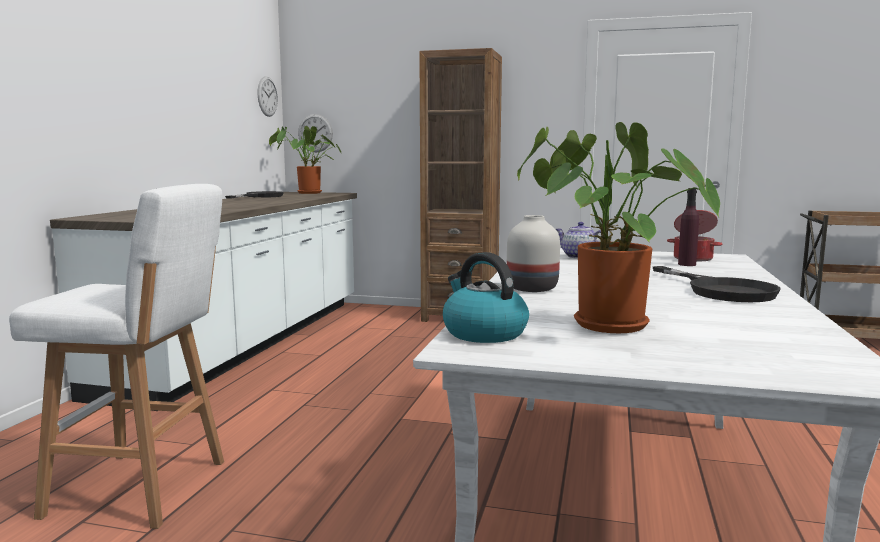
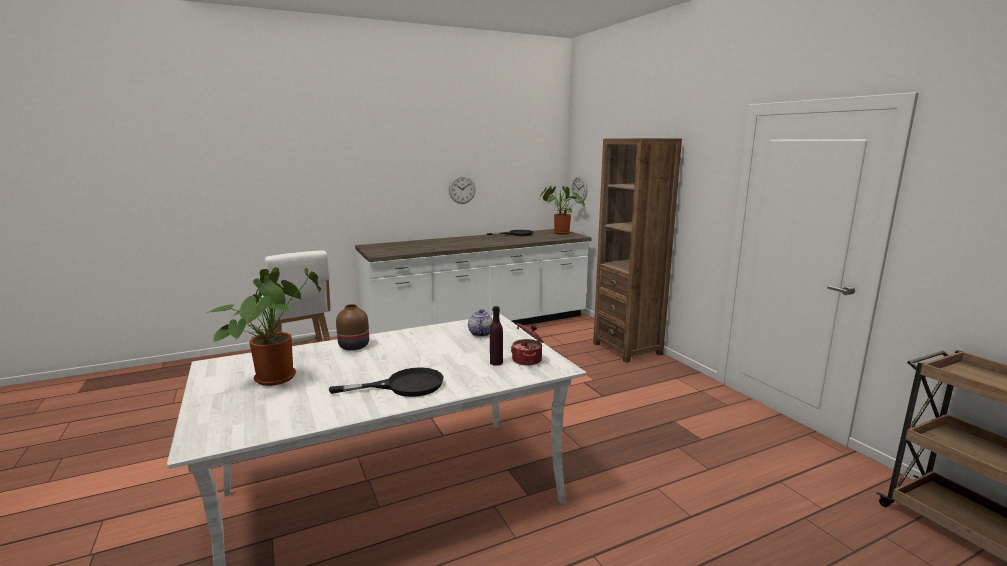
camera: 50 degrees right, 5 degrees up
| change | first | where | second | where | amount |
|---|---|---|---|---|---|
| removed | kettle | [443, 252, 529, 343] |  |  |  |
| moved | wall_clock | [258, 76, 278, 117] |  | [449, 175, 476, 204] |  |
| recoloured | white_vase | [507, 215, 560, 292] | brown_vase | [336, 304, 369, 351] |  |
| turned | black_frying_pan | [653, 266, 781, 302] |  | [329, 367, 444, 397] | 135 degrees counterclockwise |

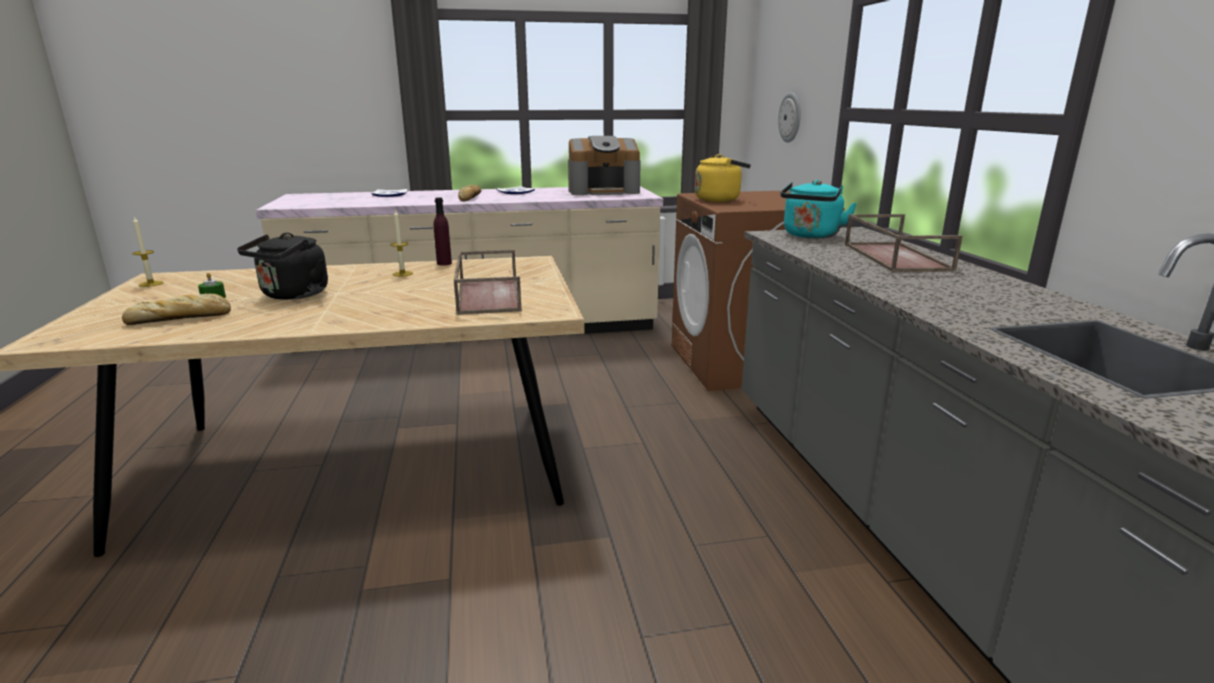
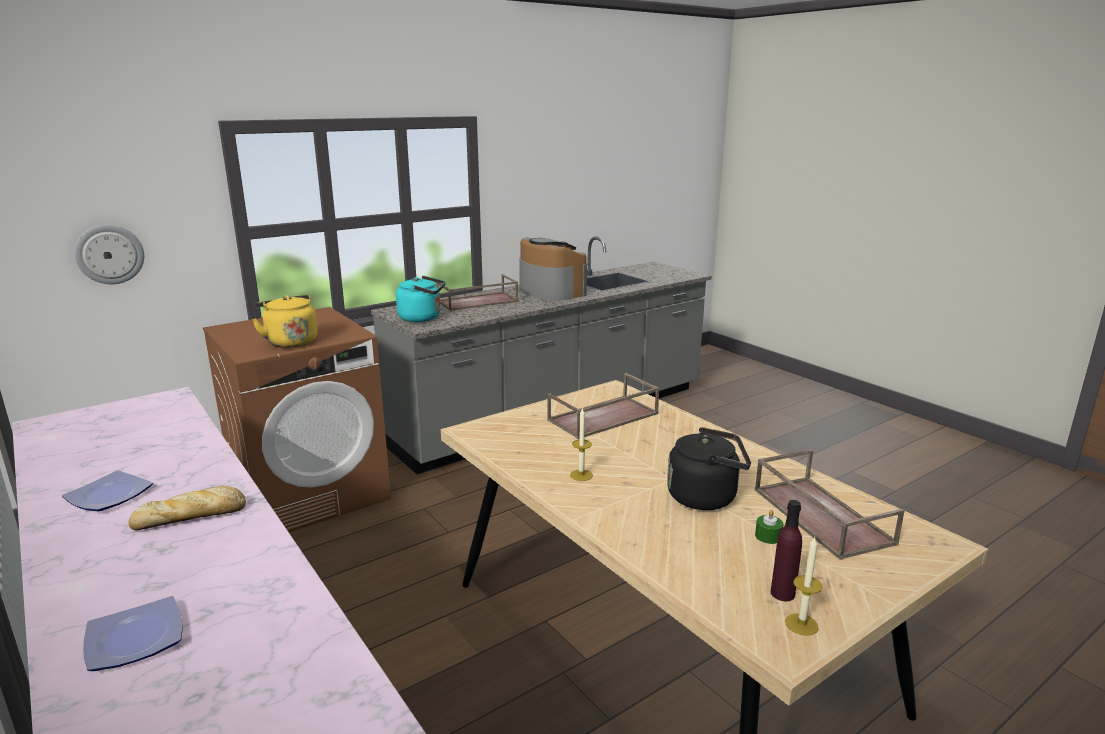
camera: 115 degrees left, 0 degrees up
| change | first | where | second | where | amount |
|---|---|---|---|---|---|
| moved | purple_bottle | [434, 197, 452, 266] |  | [771, 500, 802, 601] |  |
| moved | coffee_machine | [568, 136, 641, 195] |  | [519, 237, 587, 301] |  |
| replaced | bread | [122, 294, 231, 325] | brown_tray | [755, 449, 905, 560] |  |

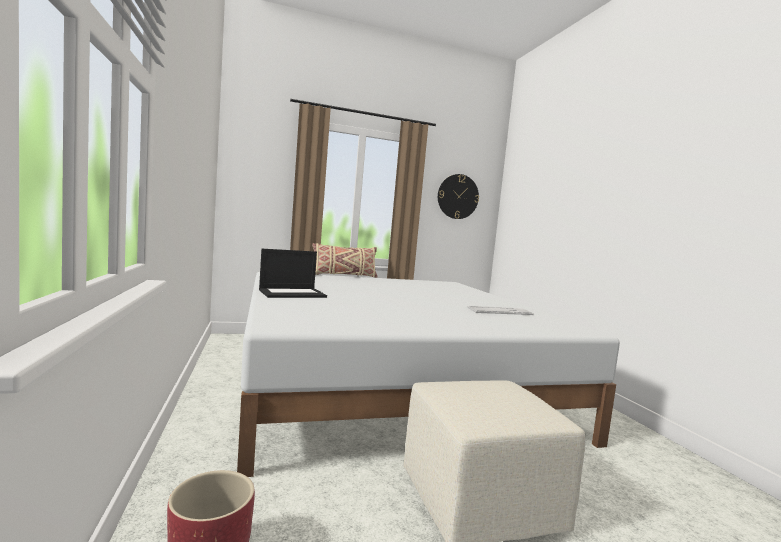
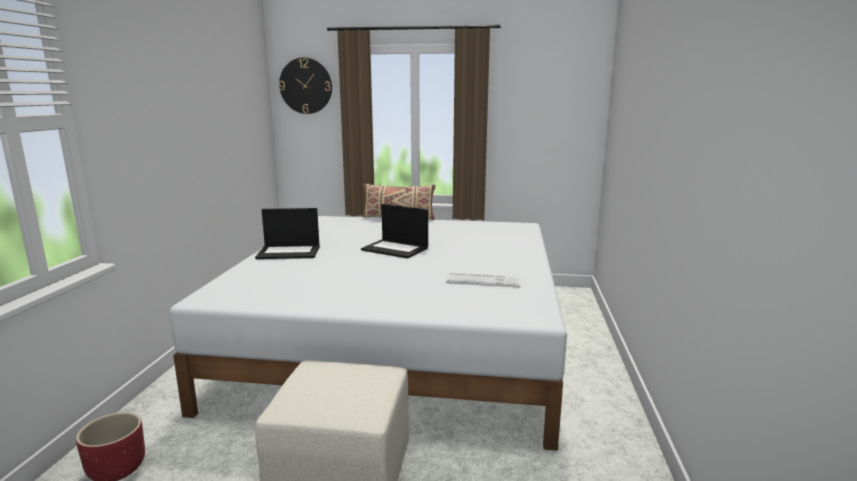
camera: 25 degrees right, 10 degrees up
| change | first | where | second | where | amount |
|---|---|---|---|---|---|
| added |  |  | laptop | [361, 204, 428, 258] |  |
| moved | wall_clock | [438, 174, 479, 219] |  | [279, 57, 332, 114] |  |

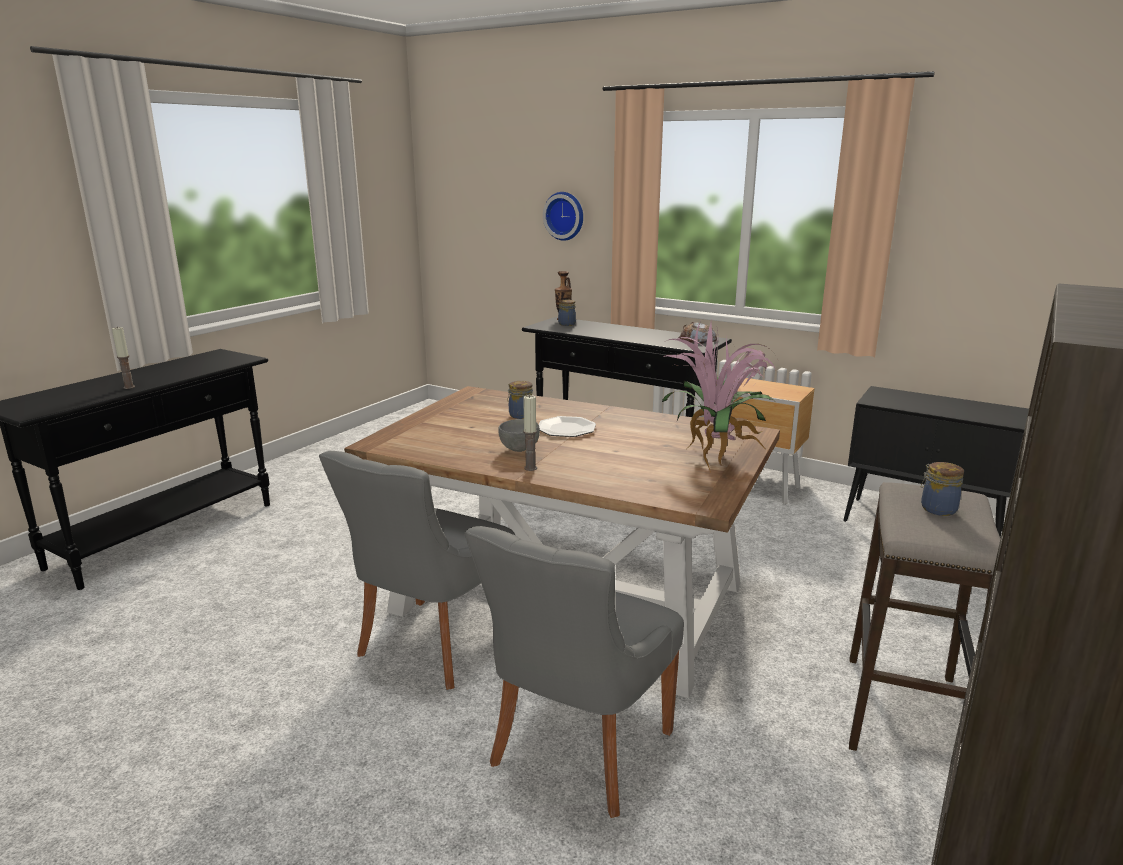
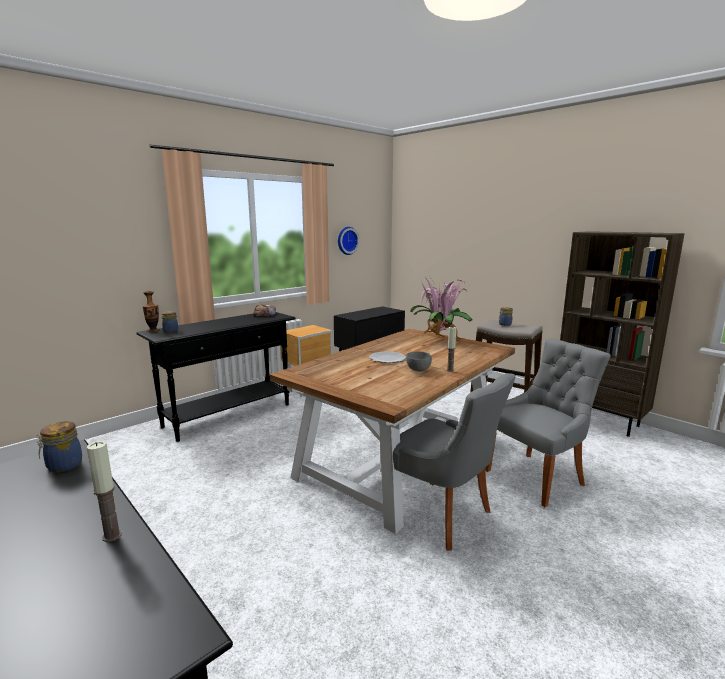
camera: 75 degrees left, 5 degrees down
| change | first | where | second | where | amount |
|---|---|---|---|---|---|
| moved | jar | [508, 381, 533, 419] |  | [36, 421, 82, 472] |  |
| moved | wall_clock | [543, 192, 583, 241] |  | [338, 227, 359, 255] |  |
| turned | grey_chair | [464, 526, 684, 818] |  | [485, 338, 611, 507] | 75 degrees counterclockwise |

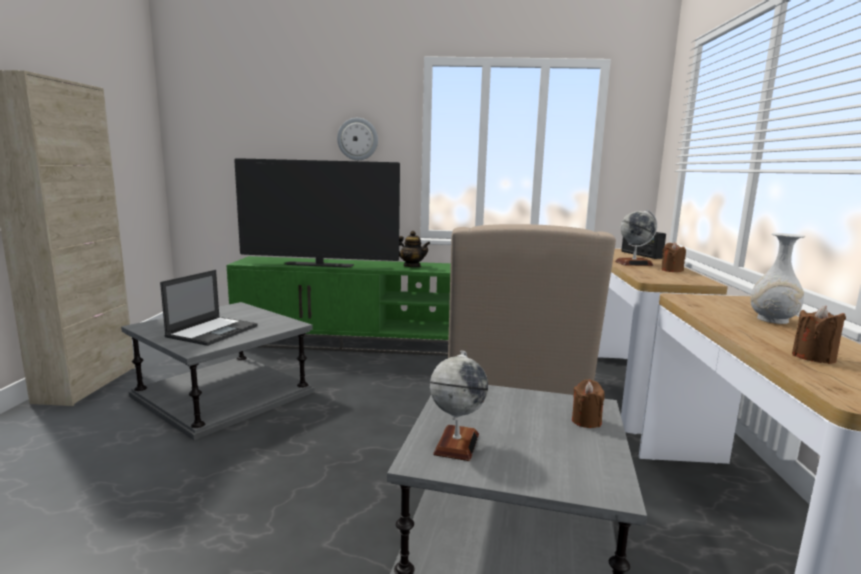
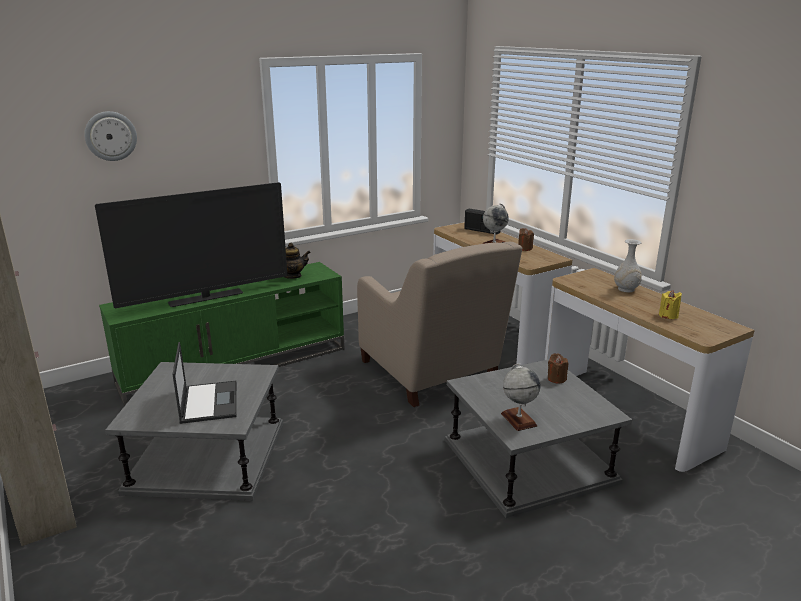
camera: 35 degrees left, 10 degrees up
| change | first | where | second | where | amount |
|---|---|---|---|---|---|
| moved | wall_clock | [337, 118, 378, 160] |  | [84, 111, 137, 161] |  |
| recoloured | brown_candle | [792, 306, 846, 364] | yellow_candle | [659, 290, 682, 319] |  |

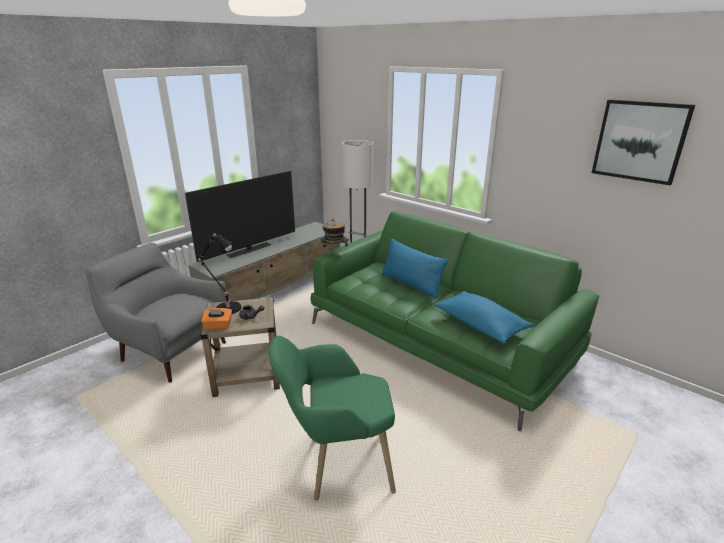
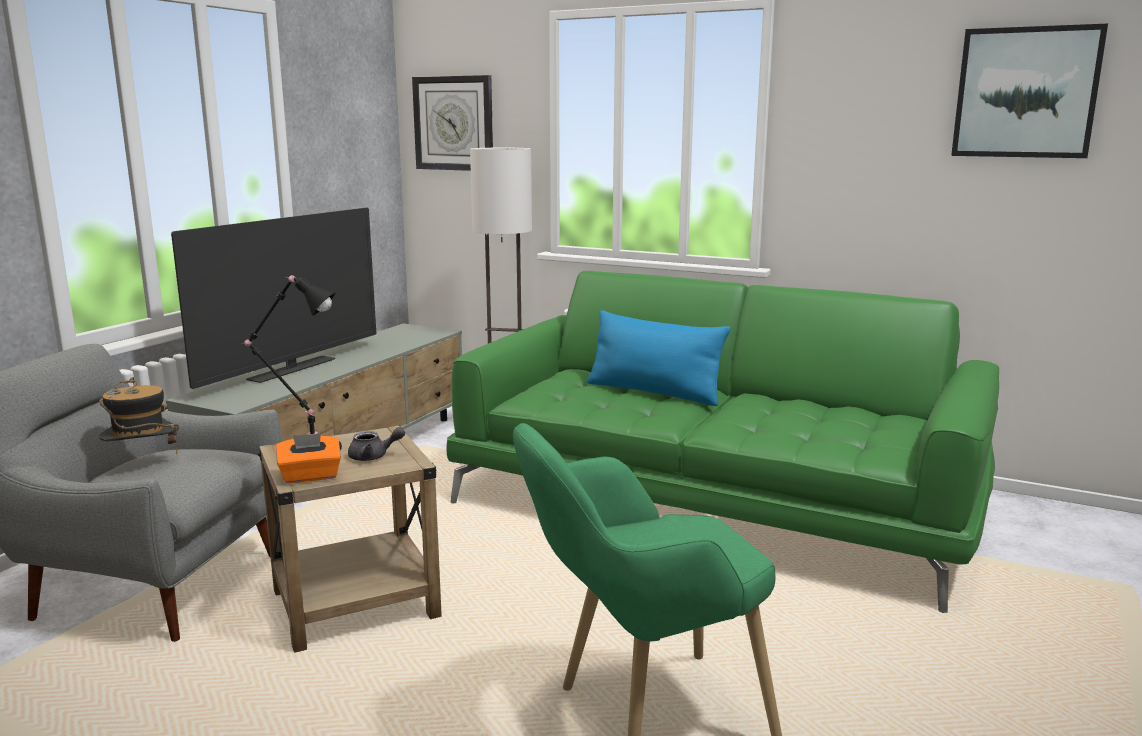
camera: 15 degrees left, 10 degrees down
| change | first | where | second | where | amount |
|---|---|---|---|---|---|
| removed | blue_pillow | [434, 291, 534, 344] |  |  |  |
| added |  |  | wall_clock | [412, 75, 493, 171] |  |
| moved | hat | [321, 219, 349, 250] |  | [99, 377, 179, 453] |  |

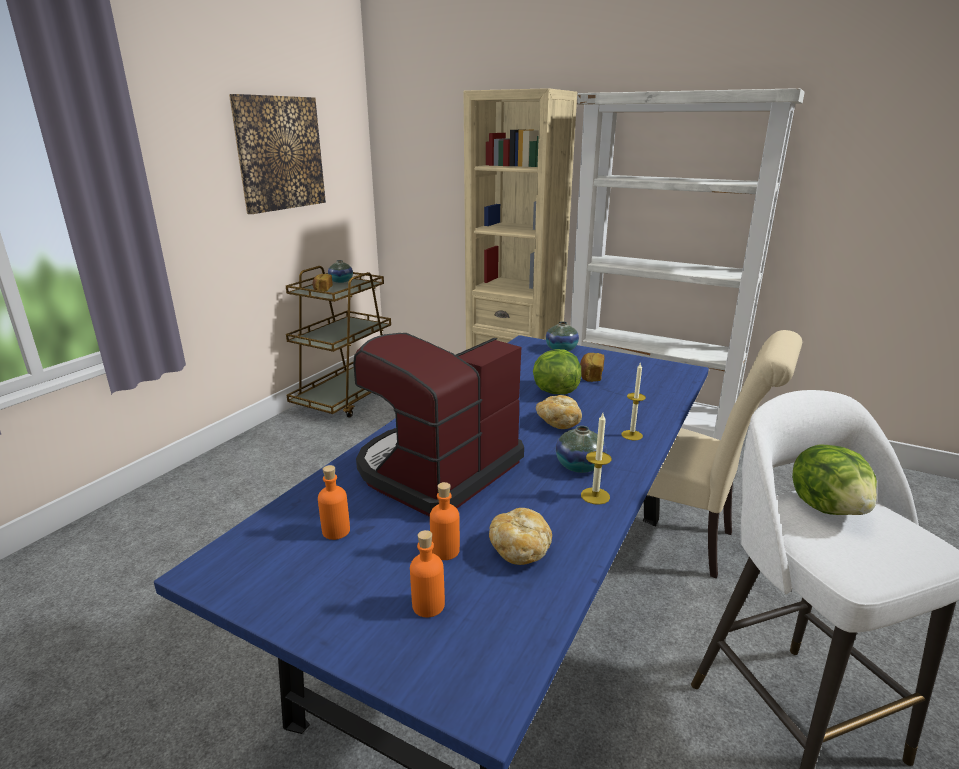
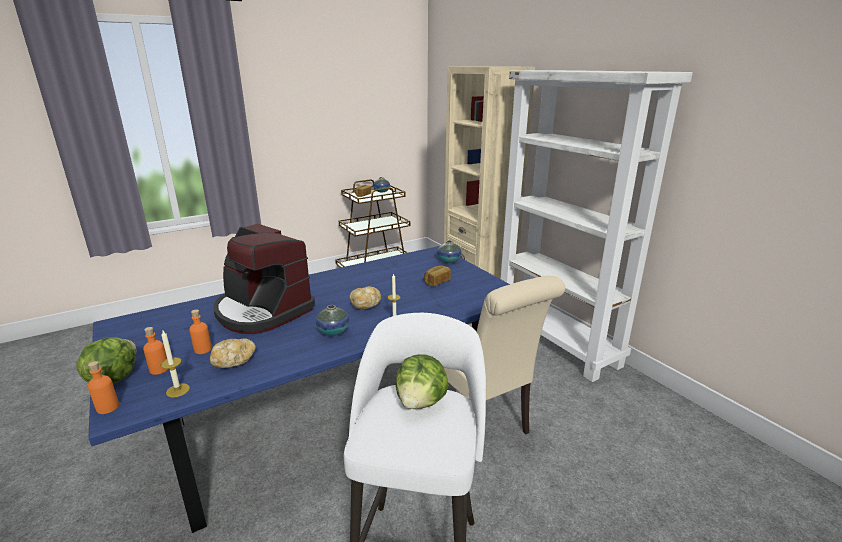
camera: 30 degrees right, 0 degrees up
| change | first | where | second | where | amount |
|---|---|---|---|---|---|
| removed | picture | [229, 94, 326, 214] |  |  |  |
| moved | orange_bottle | [318, 465, 350, 540] |  | [88, 361, 119, 414] |  |
| moved | lettuce | [533, 349, 581, 394] |  | [76, 337, 137, 384] |  |
| moved | candle | [581, 413, 612, 505] |  | [161, 331, 190, 398] |  |
| turned | coffee_machine | [353, 333, 524, 517] |  | [213, 224, 315, 334] | 120 degrees counterclockwise |

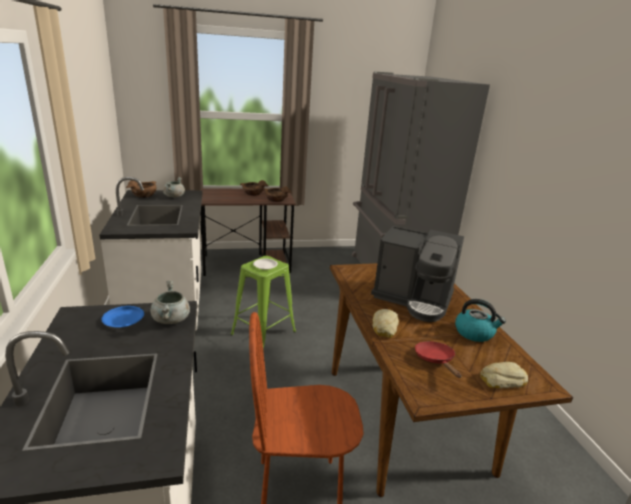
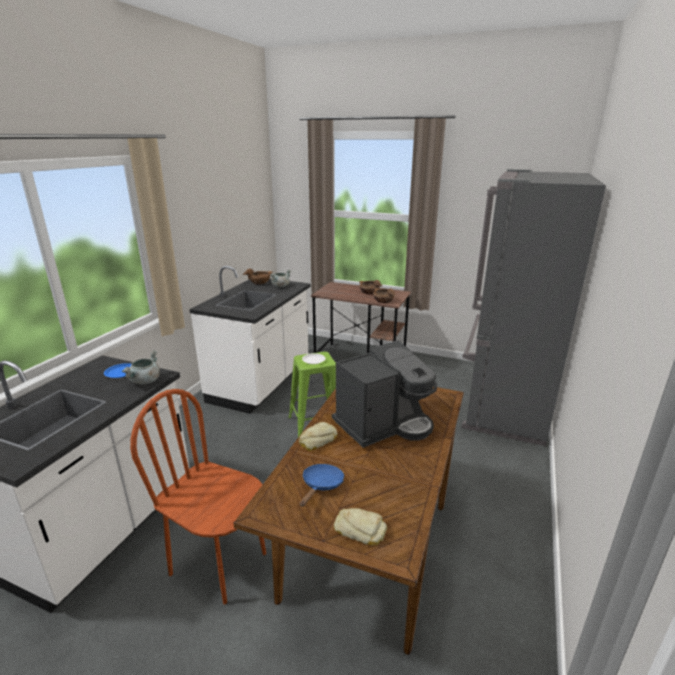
camera: 35 degrees right, 0 degrees up
| change | first | where | second | where | amount |
|---|---|---|---|---|---|
| removed | kettle | [455, 299, 506, 342] |  |  |  |
| recoloured | red_frying_pan | [415, 341, 461, 378] | blue_frying_pan | [300, 464, 344, 506] |  |
| turned | coffee_machine | [371, 226, 464, 322] |  | [332, 340, 437, 448] | 90 degrees counterclockwise |

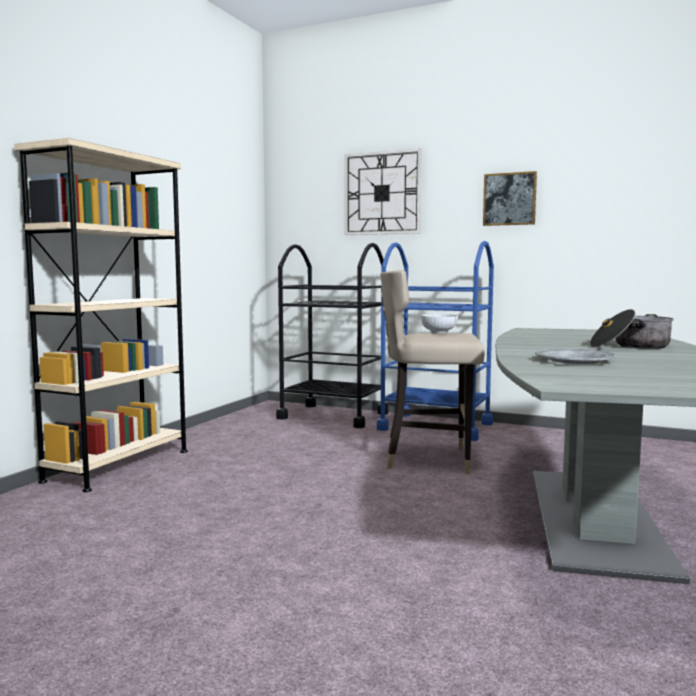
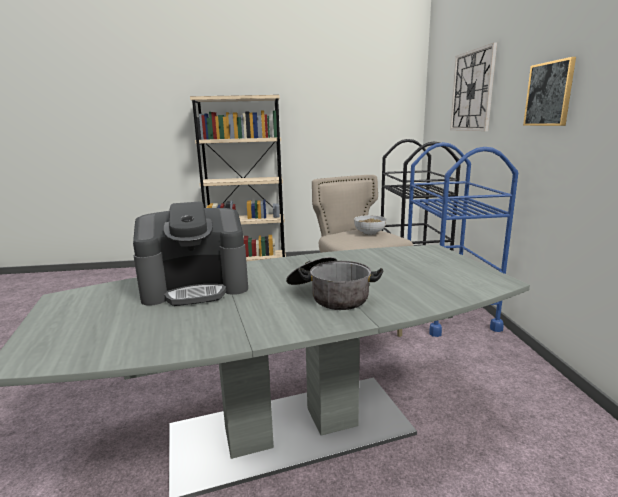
camera: 60 degrees right, 10 degrees up
| change | first | where | second | where | amount |
|---|---|---|---|---|---|
| replaced | grey_plate | [535, 349, 616, 364] | coffee_machine | [133, 201, 248, 306] |  |

